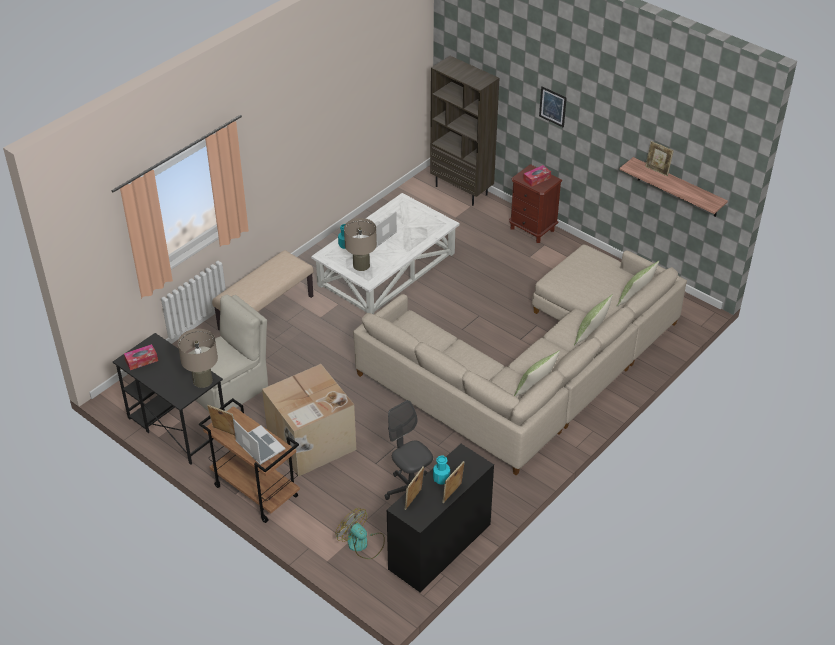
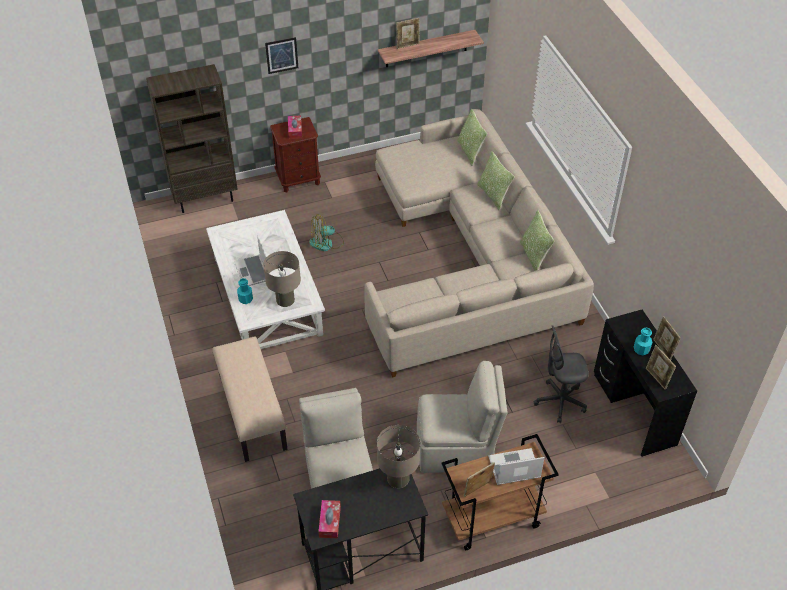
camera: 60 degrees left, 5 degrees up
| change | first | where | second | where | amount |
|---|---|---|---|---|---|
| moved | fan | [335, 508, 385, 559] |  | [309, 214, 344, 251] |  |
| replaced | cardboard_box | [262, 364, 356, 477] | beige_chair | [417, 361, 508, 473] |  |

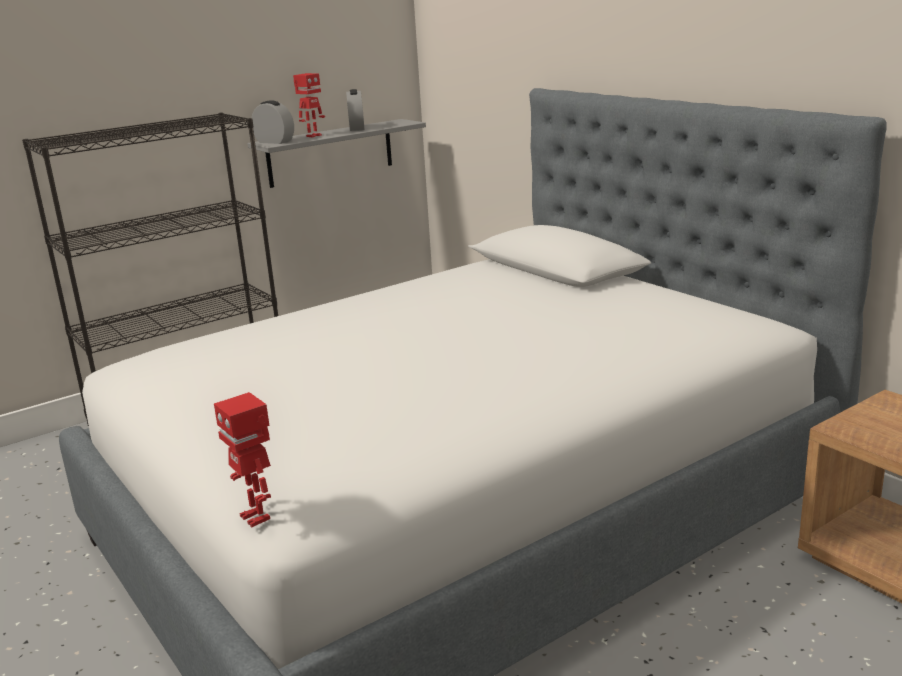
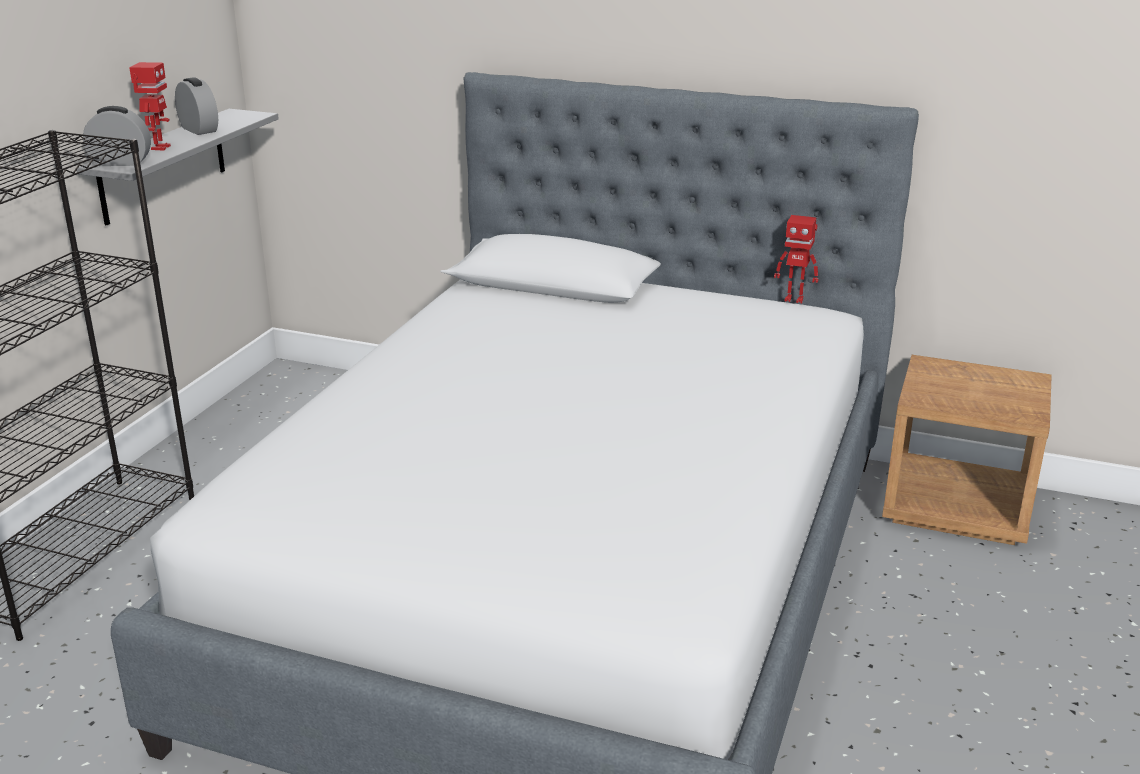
camera: 35 degrees left, 5 degrees up
| change | first | where | second | where | amount |
|---|---|---|---|---|---|
| moved | toy_robot | [214, 392, 271, 528] |  | [774, 215, 819, 303] |  |

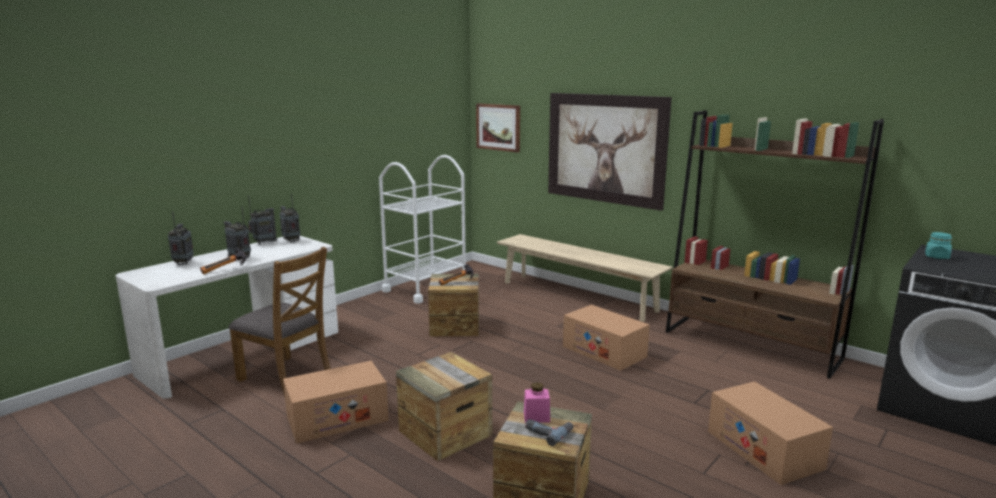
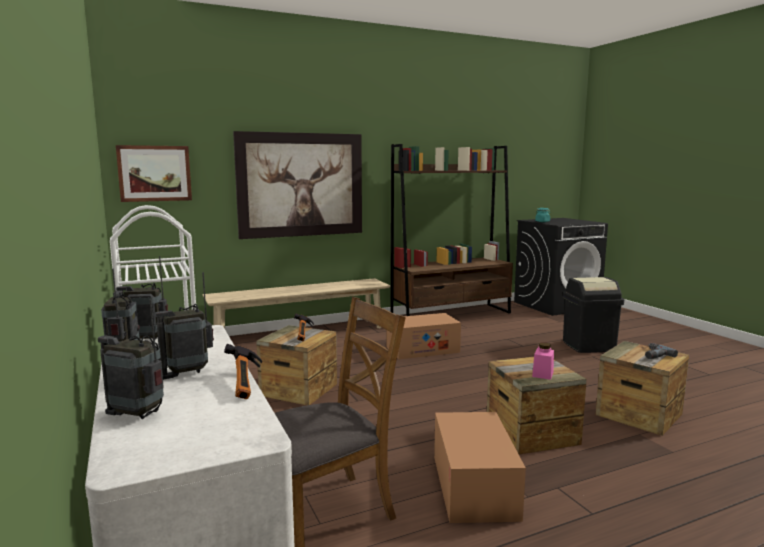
camera: 65 degrees left, 5 degrees down
| change | first | where | second | where | amount |
|---|---|---|---|---|---|
| moved | pink_jar | [524, 382, 550, 423] |  | [532, 342, 554, 380] |  |
| replaced | cardboard_box | [708, 381, 833, 485] | black_trash_can | [563, 277, 624, 353] |  |

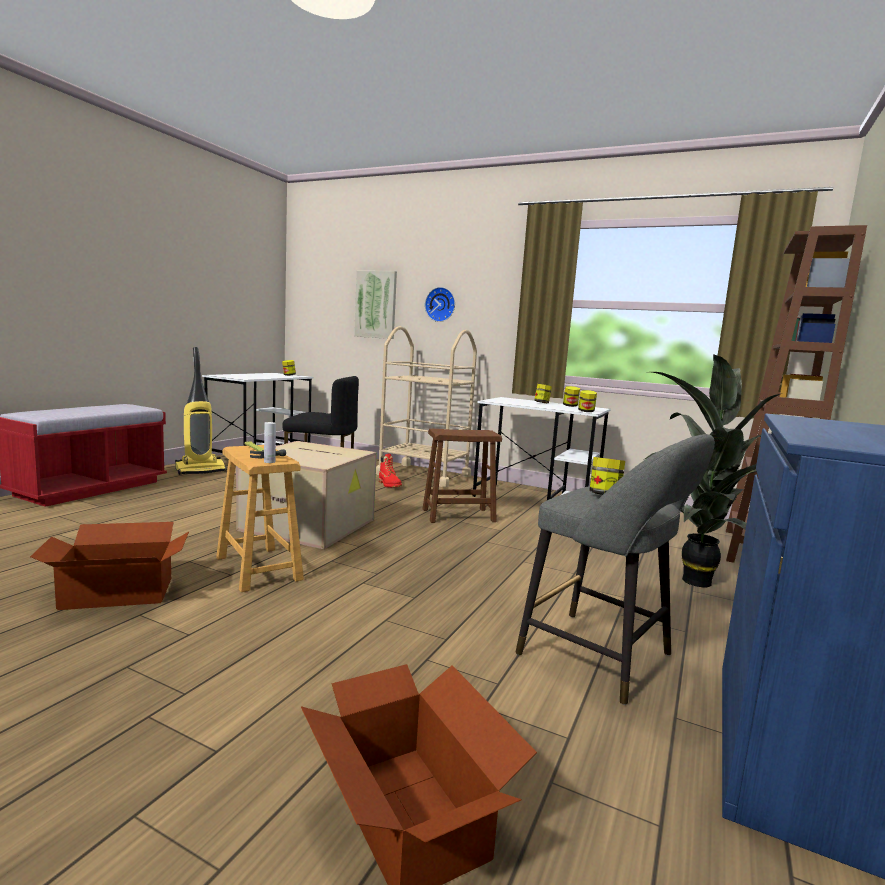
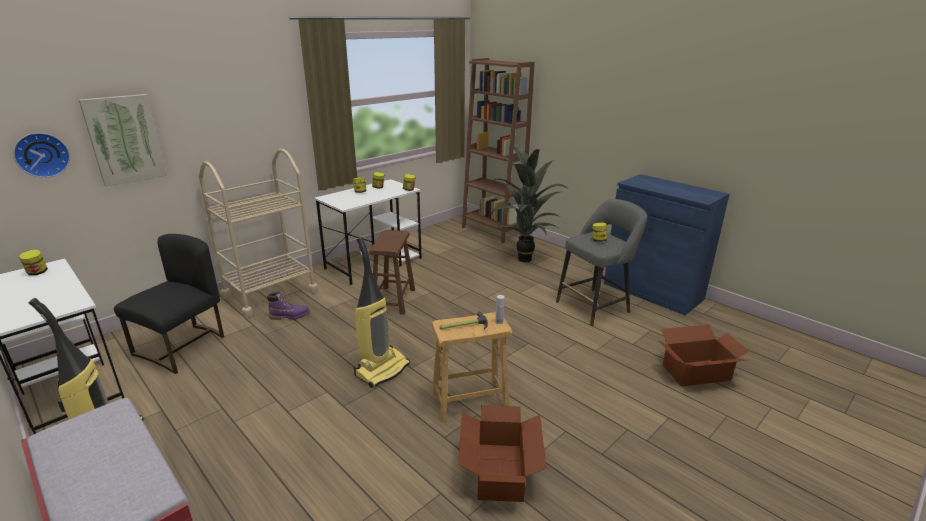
camera: 70 degrees left, 15 degrees up
| change | first | where | second | where | amount |
|---|---|---|---|---|---|
| moved | wall_clock | [425, 287, 455, 322] |  | [13, 133, 70, 178] |  |
| replaced | cardboard_box | [236, 441, 377, 549] | vacuum_cleaner | [354, 237, 410, 388] |  |
| recoloured | red_boot | [379, 454, 402, 487] | purple_boot | [267, 290, 310, 320] |  |

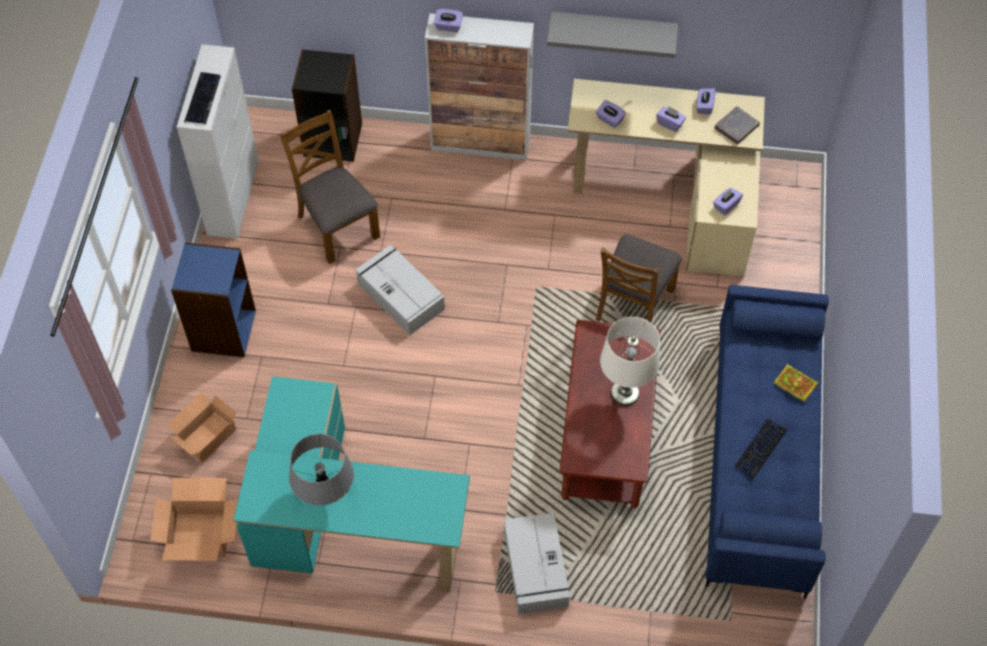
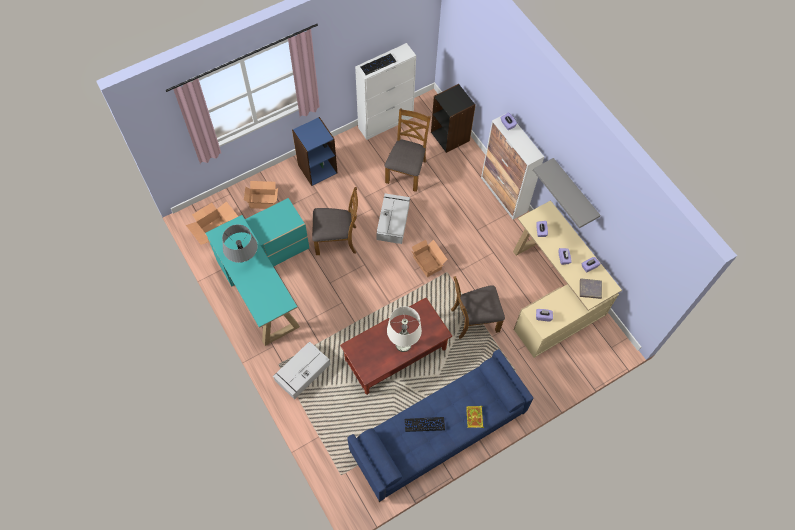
camera: 50 degrees right, 5 degrees up
| change | first | where | second | where | amount |
|---|---|---|---|---|---|
| added |  |  | brown_chair | [312, 187, 358, 255] |  |
| added |  |  | cardboard_box | [412, 239, 448, 277] |  |

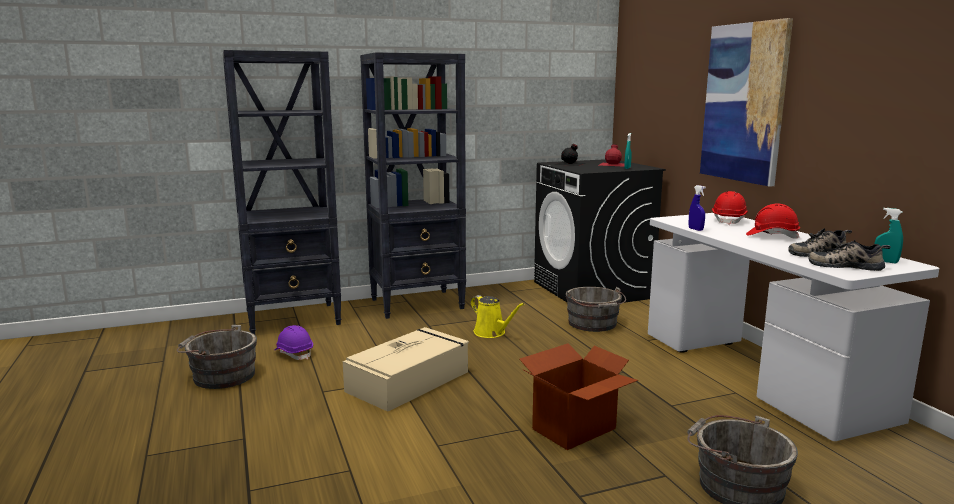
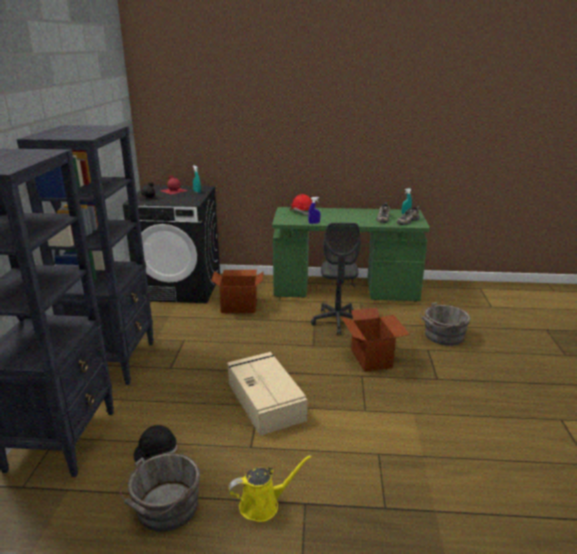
camera: 65 degrees left, 10 degrees up
| change | first | where | second | where | amount |
|---|---|---|---|---|---|
| removed | picture | [700, 18, 793, 187] |  |  |  |
| removed | red_hard_hat | [746, 203, 800, 239] |  |  |  |
| added |  |  | grey_office_chair | [311, 223, 361, 335] |  |
| moved | yellow_watering_can | [471, 295, 524, 338] |  | [228, 455, 312, 522] |  |
| replaced | grey_bucket | [566, 287, 626, 332] | cardboard_box | [211, 270, 264, 313] |  |
| recoloured | purple_hard_hat | [275, 325, 313, 360] | black_hard_hat | [134, 425, 177, 463] |  |
| recoloured | white_desk | [648, 213, 939, 441] | green_desk | [272, 207, 430, 301] |  |

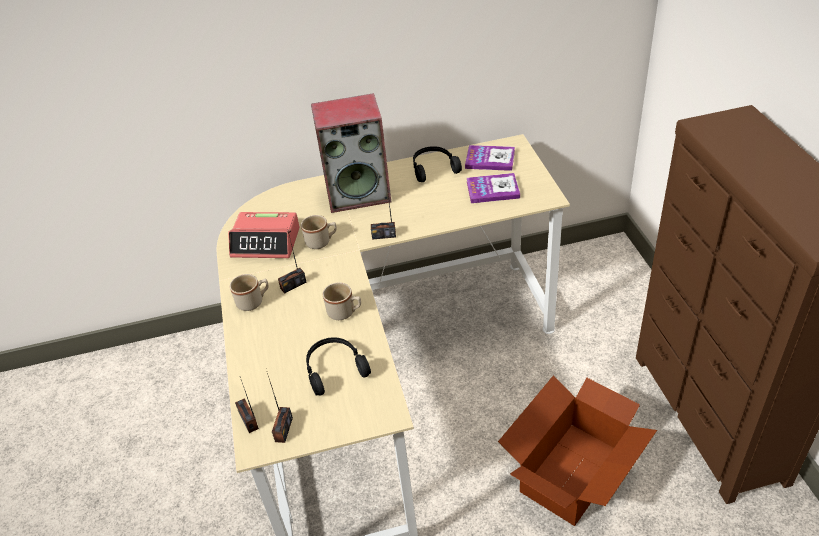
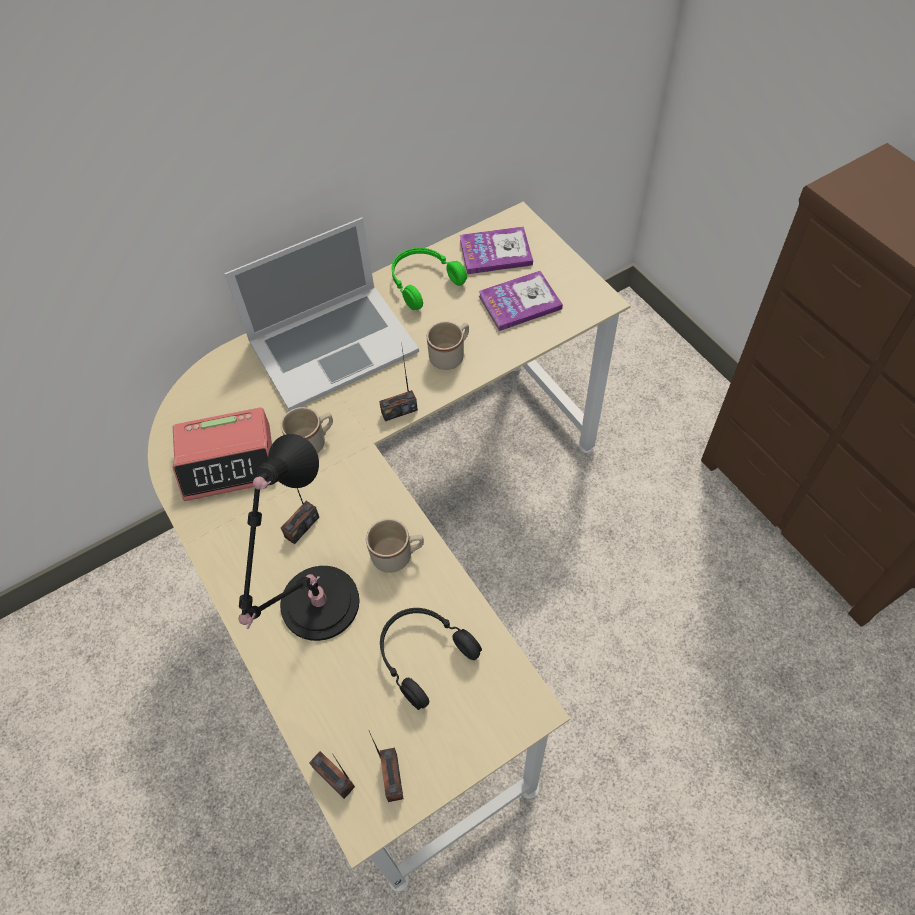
camera: 20 degrees left, 15 degrees up
| change | first | where | second | where | amount |
|---|---|---|---|---|---|
| removed | cardboard_box | [498, 376, 657, 526] |  |  |  |
| added |  |  | black_table_lamp | [239, 434, 360, 641] |  |
| moved | beige_mug | [230, 274, 269, 311] |  | [427, 321, 469, 370] |  |
| replaced | speaker | [311, 93, 391, 213] | laptop | [224, 217, 419, 411] |  |
| recoloured | black_headphones | [413, 146, 462, 182] | green_headphones | [391, 248, 467, 310] |  |

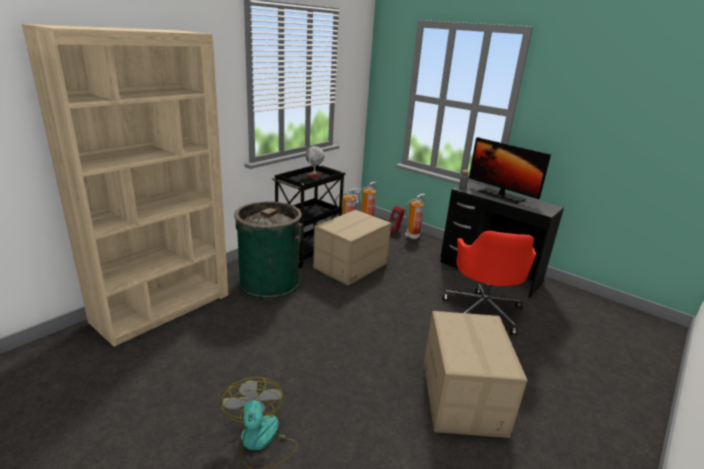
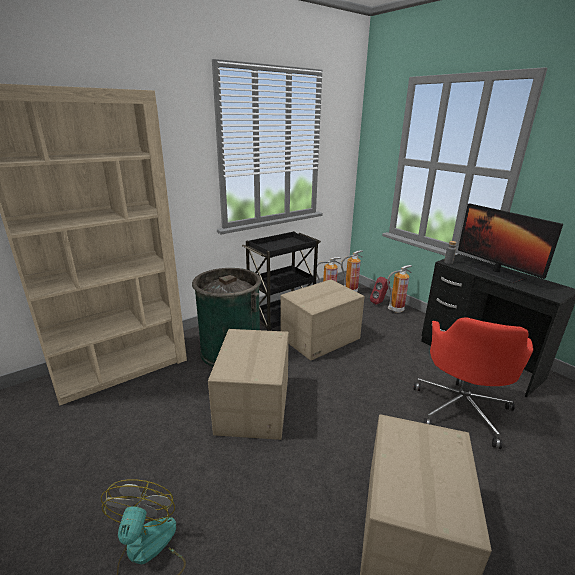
camera: 15 degrees right, 0 degrees up
| change | first | where | second | where | amount |
|---|---|---|---|---|---|
| removed | globe | [305, 146, 324, 179] |  |  |  |
| added |  |  | cardboard_box | [208, 329, 289, 440] |  |

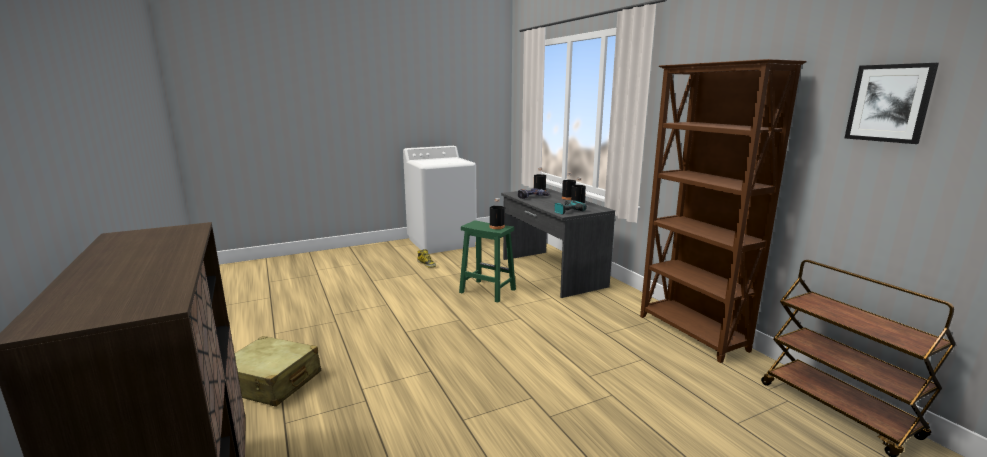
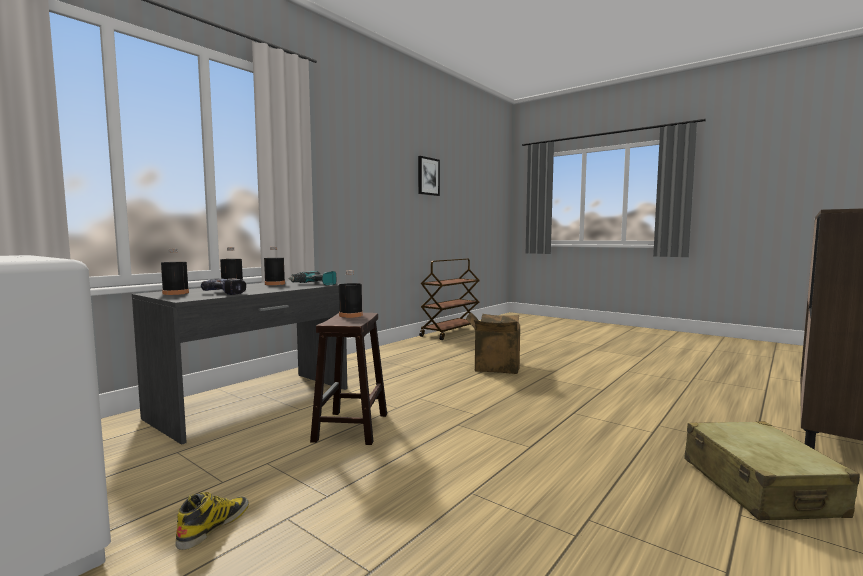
camera: 115 degrees left, 10 degrees down
| change | first | where | second | where | amount |
|---|---|---|---|---|---|
| removed | brown_bookcase | [640, 59, 807, 363] |  |  |  |
| added |  |  | cardboard_box | [466, 313, 520, 374] |  |
| recoloured | green_stool | [459, 220, 516, 302] | brown_stool | [310, 313, 387, 445] |  |

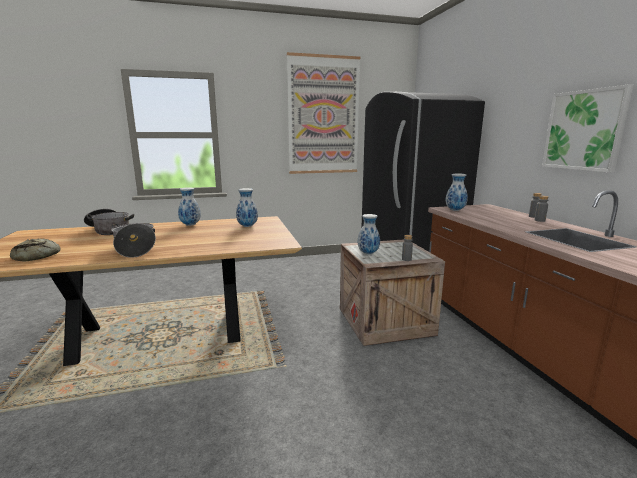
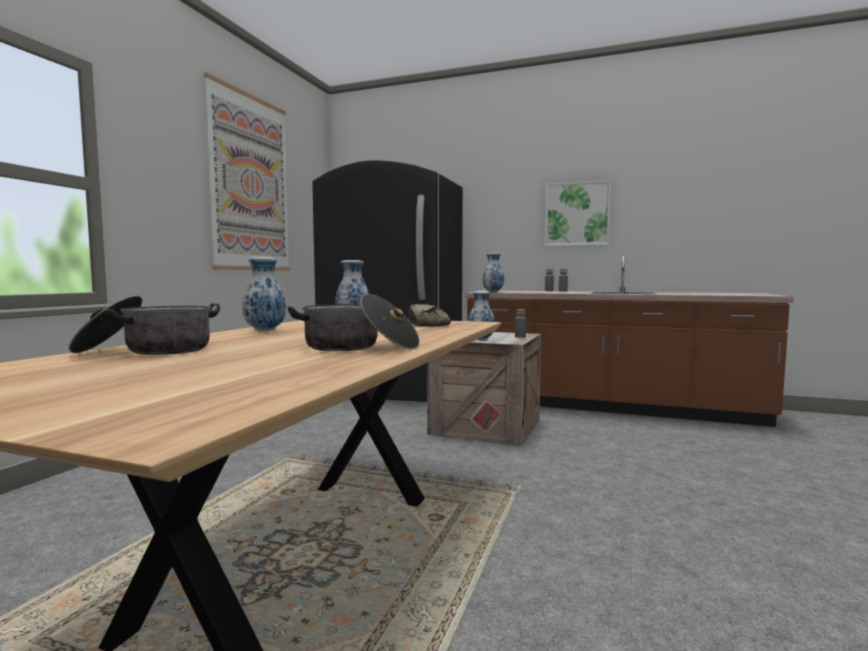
camera: 55 degrees left, 10 degrees down
| change | first | where | second | where | amount |
|---|---|---|---|---|---|
| moved | bread | [10, 238, 61, 261] |  | [408, 304, 451, 327] |  |

